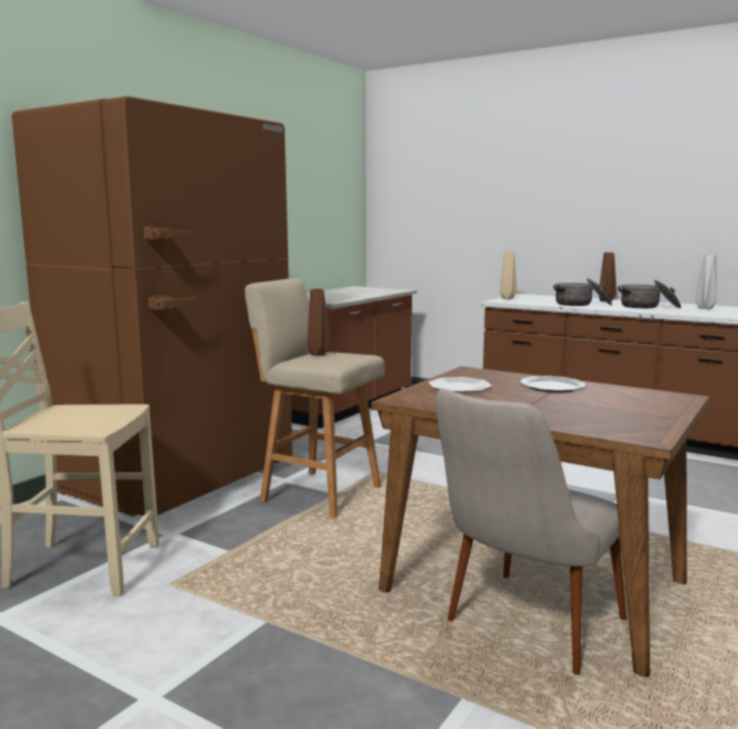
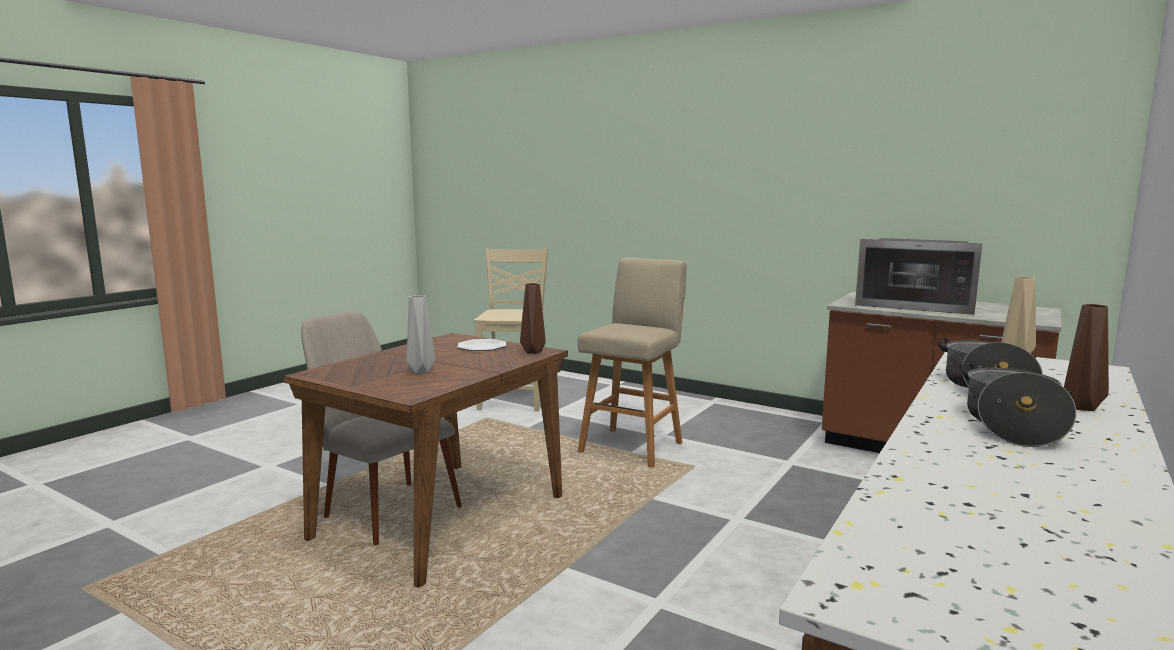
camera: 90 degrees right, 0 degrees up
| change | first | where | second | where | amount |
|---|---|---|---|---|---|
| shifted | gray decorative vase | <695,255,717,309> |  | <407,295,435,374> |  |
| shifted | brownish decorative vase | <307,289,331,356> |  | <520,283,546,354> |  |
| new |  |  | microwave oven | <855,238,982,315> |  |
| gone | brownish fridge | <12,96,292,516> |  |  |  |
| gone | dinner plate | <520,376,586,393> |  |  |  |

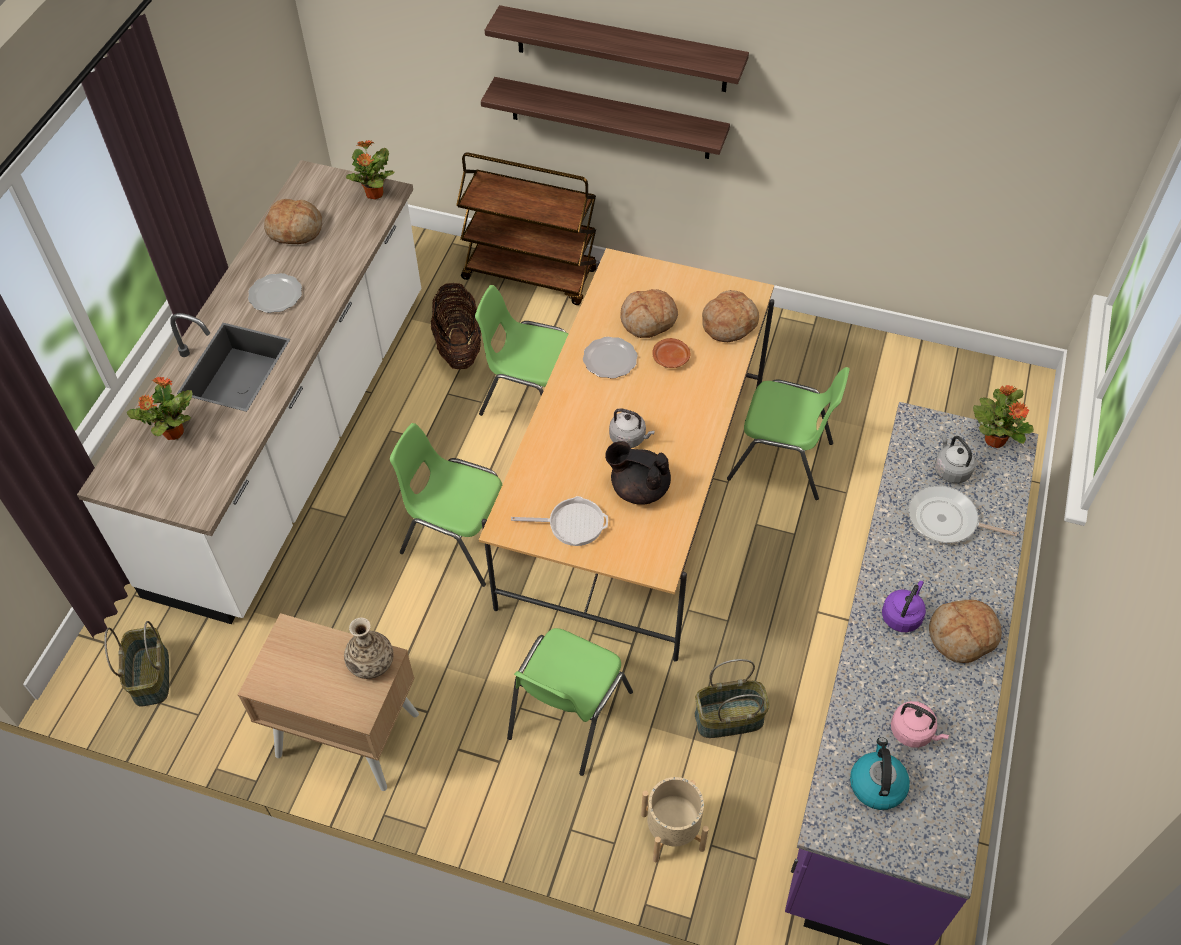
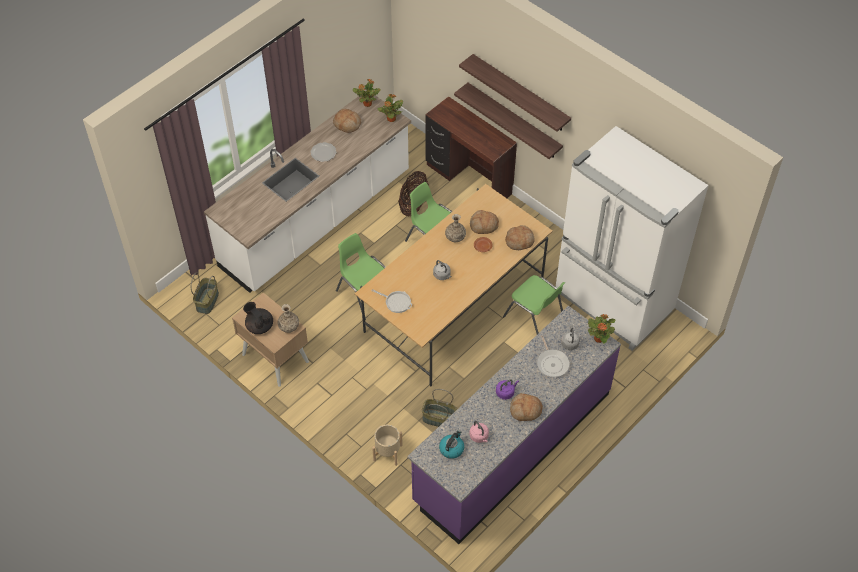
camera: 25 degrees right, 0 degrees up
| change | first | where | second | where | amount |
|---|---|---|---|---|---|
| shifted | black teapot | <605,441,671,505> |  | <243,302,273,334> |  |
| shifted | houseplant | <127,377,192,440> |  | <353,79,380,107> |  |
| swapped | brownish cart | <456,152,596,305> | brownish desk | <425,96,517,198> |  |
| swapped | dinner plate | <583,337,638,379> | decorative vase | <445,214,466,242> |  |
| rotated | pan | <908,485,1017,543> |  | <537,336,570,377> | 150 degrees counterclockwise |
| new |  |  | white fridge | <556,126,708,351> |  |
| gone | green-coloured chair | <507,628,633,776> |  |  |  |

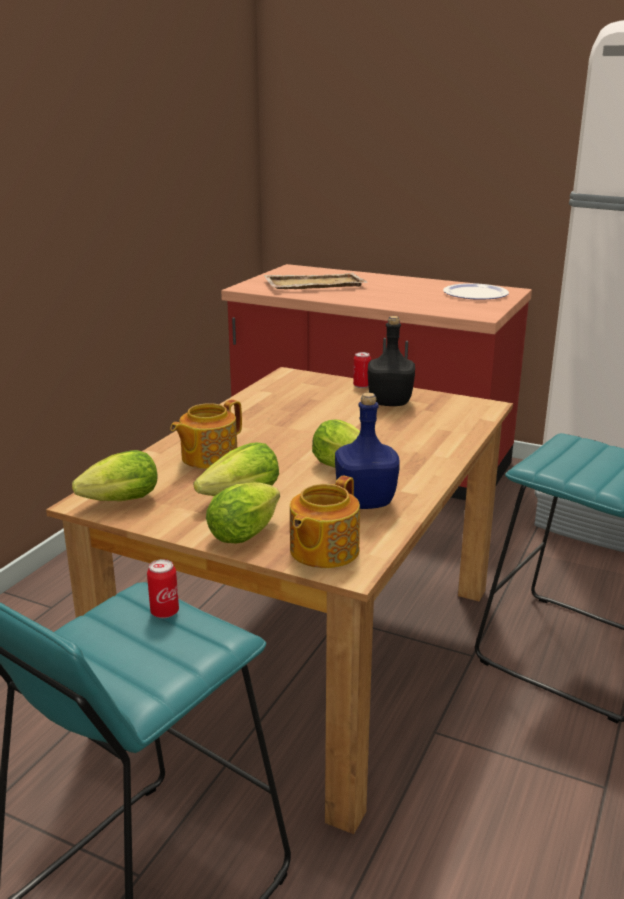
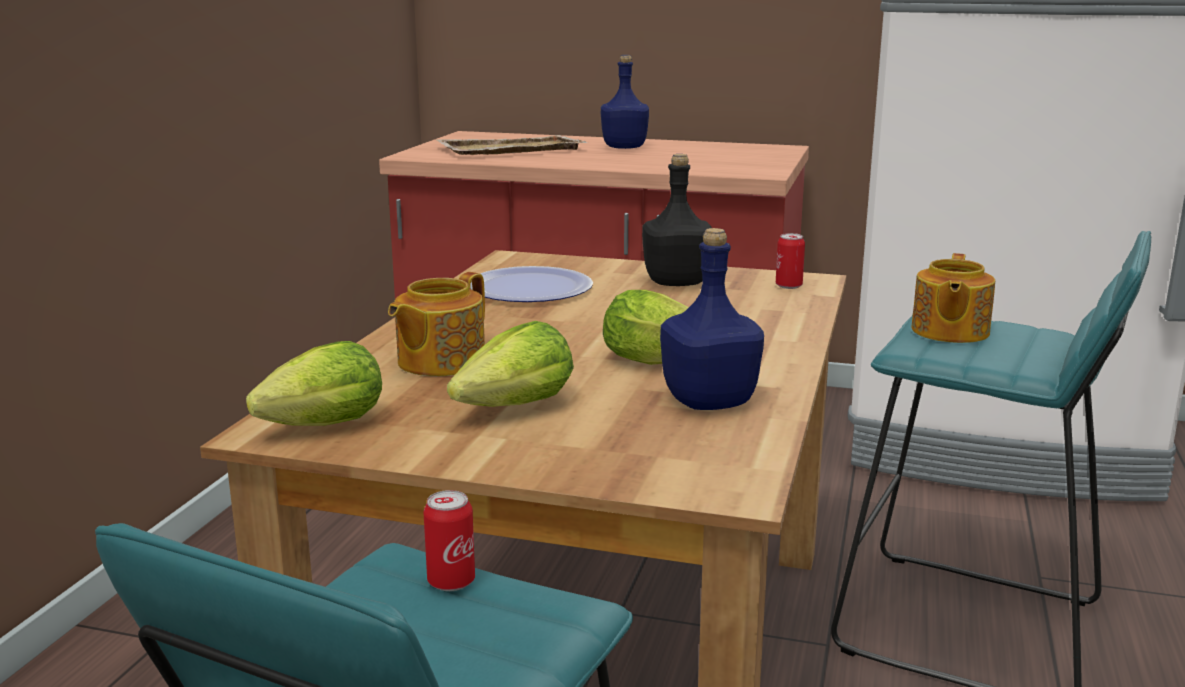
camera: 10 degrees left, 5 degrees down
| change | first | where | second | where | amount |
|---|---|---|---|---|---|
| shifted | dinner plate | <443,283,509,300> |  | <470,266,593,302> |  |
| new |  |  | blue beverage bottle | <601,55,649,149> |  |
| shifted | metal can | <353,352,371,388> |  | <776,233,805,289> |  |
| shifted | teapot | <290,476,360,568> |  | <912,253,995,343> |  |
| gone | lettuce head | <206,482,280,543> |  |  |  |

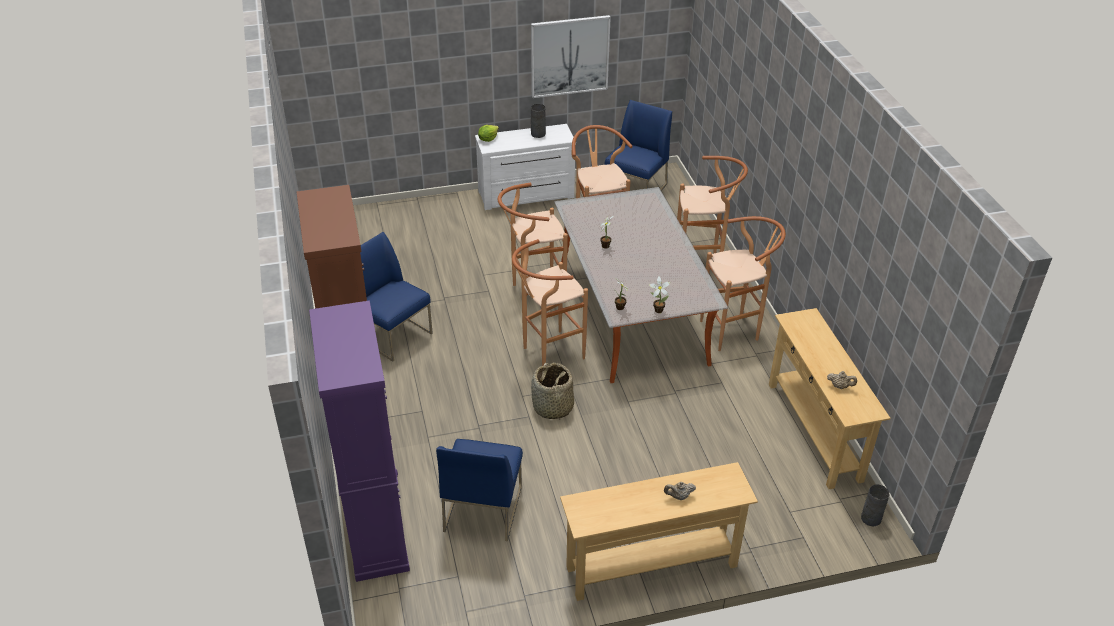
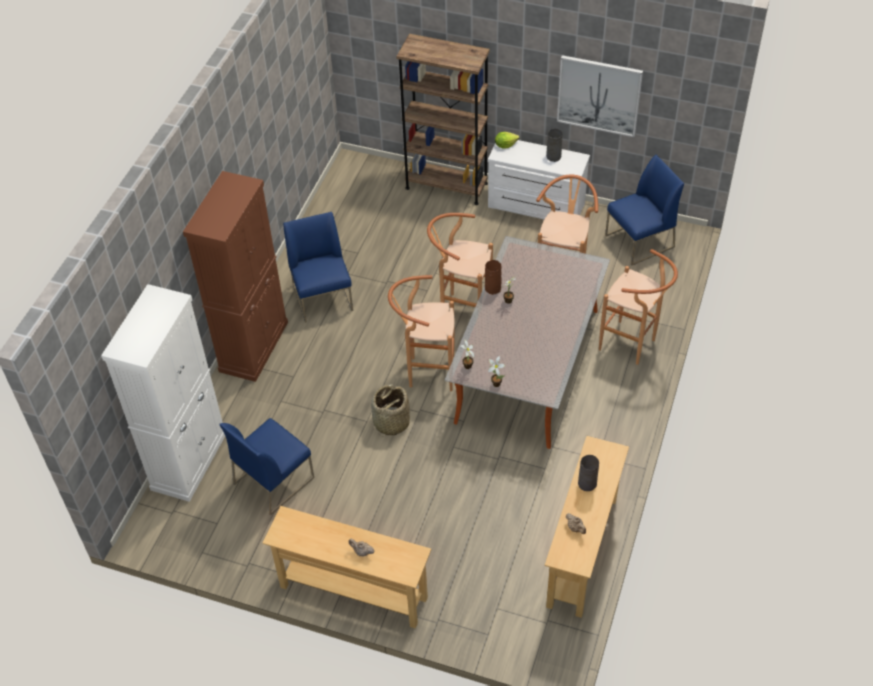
camera: 35 degrees right, 10 degrees up
| change | first | where | second | where | amount |
|---|---|---|---|---|---|
| repainted | purplish cupboard | <309,300,410,582> | white cupboard | <101,284,225,502> |  |
| new |  |  | brownish bookshelf | <396,34,490,205> |  |
| new |  |  | brownish decorative vase | <485,260,501,295> |  |
| shifted | gray decorative vase | <861,484,890,526> |  | <578,455,599,491> |  |
| gone | brownish stool | <700,216,786,351> |  |  |  |

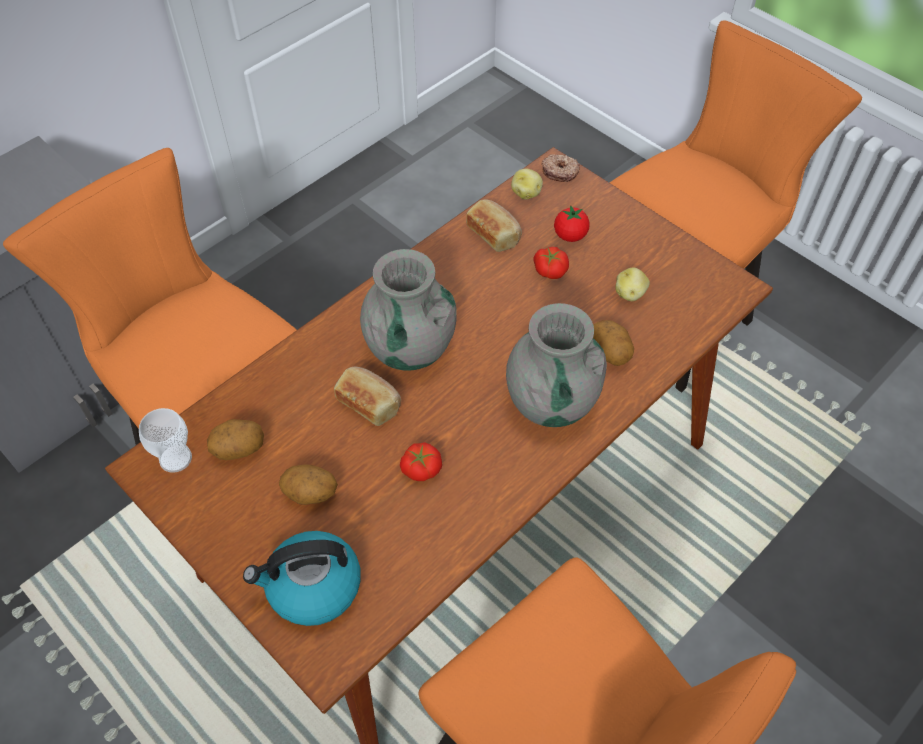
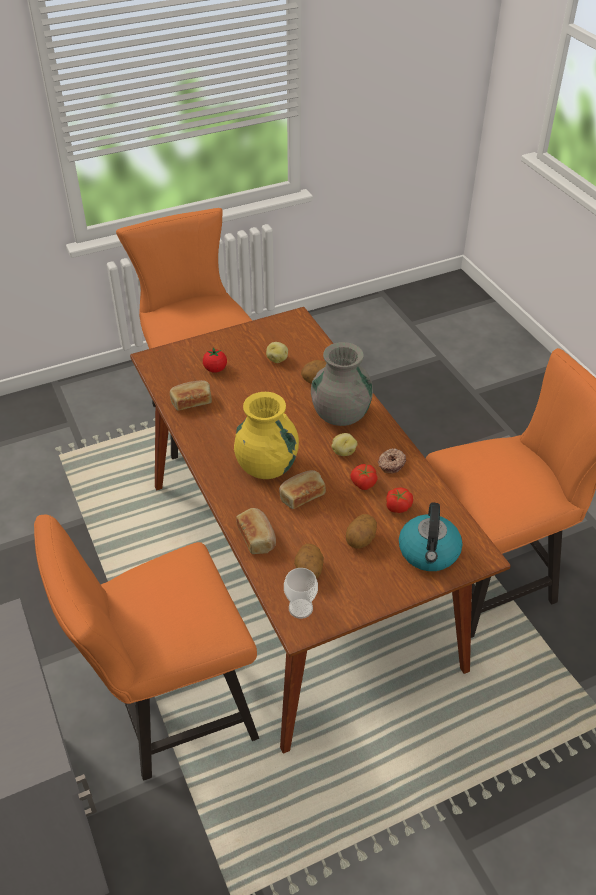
camera: 70 degrees left, 10 degrees down
| change | first | where | second | where | amount |
|---|---|---|---|---|---|
| repainted | gray decorative vase | <360,249,457,370> | yellowish decorative vase | <234,392,299,479> |  |
| new |  |  | bread | <236,508,276,554> |  |
| shifted | spud | <511,169,543,199> |  | <331,433,357,456> |  |
| shifted | ring doughnut | <541,154,580,182> |  | <378,448,406,474> |  |
| shifted | whole tomato | <533,247,569,279> |  | <386,487,413,513> |  |

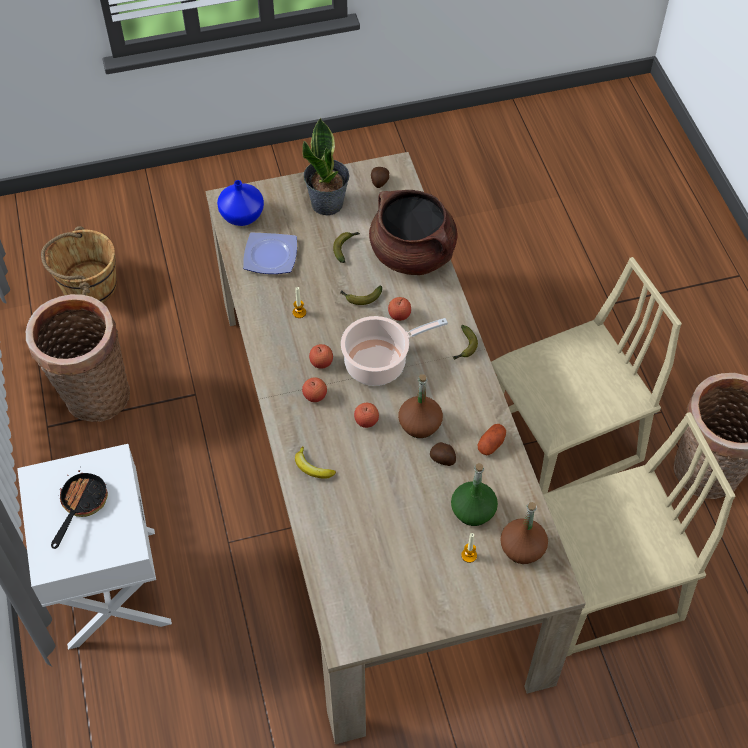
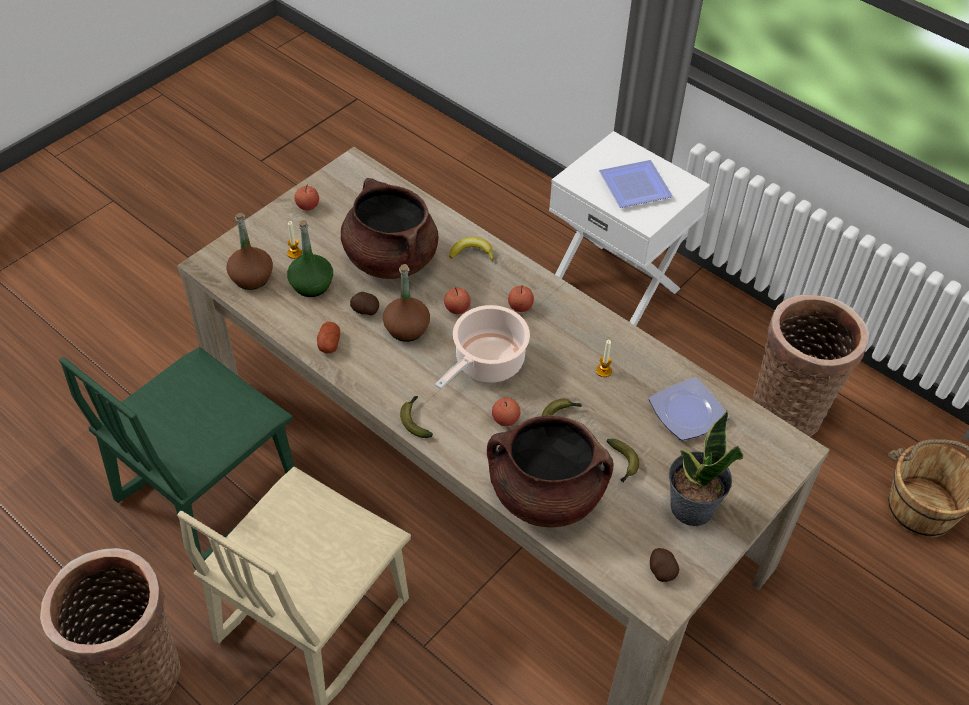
camera: 145 degrees right, 5 degrees down
| change | first | where | second | where | amount |
|---|---|---|---|---|---|
| repainted | beige chair | <543,412,736,657> | green-coloured chair | <59,347,295,569> |  |
| shifted | apple fruit | <309,344,333,369> |  | <295,185,319,211> |  |
| new |  |  | brownish cooking pot | <341,178,438,279> |  |
| swapped | pan | <51,470,108,549> | dinner plate | <599,160,673,208> |  |
| gone | blue decorative vase | <217,180,264,226> |  |  |  |

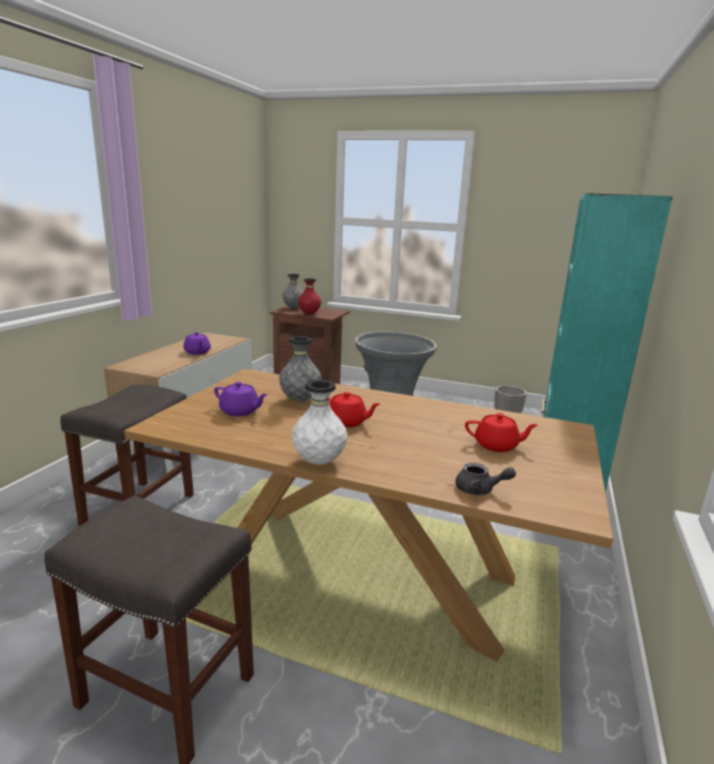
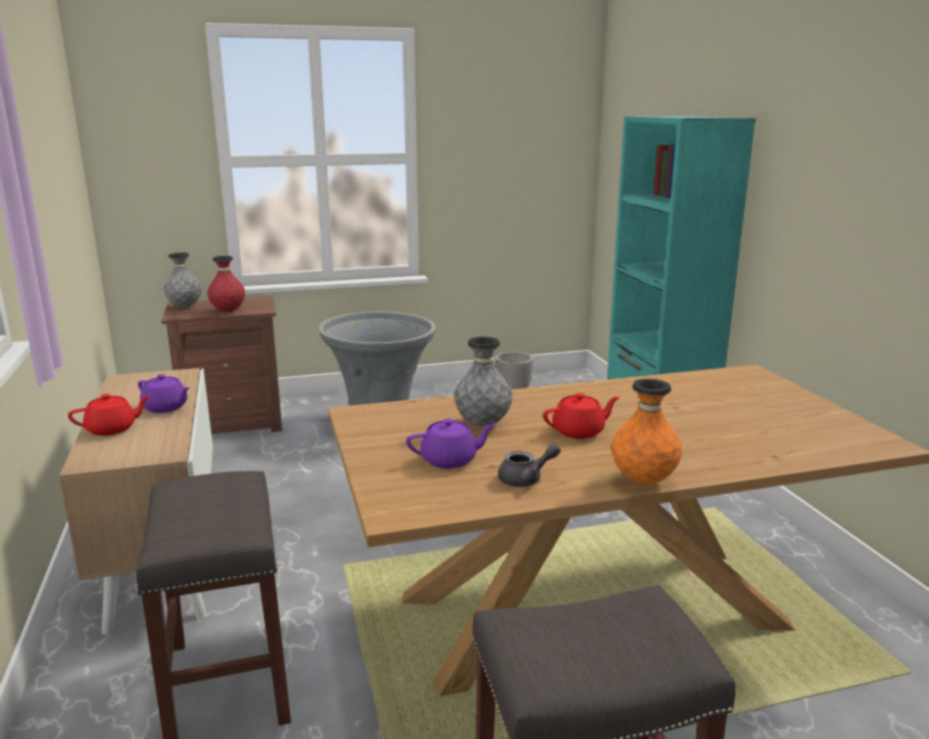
camera: 35 degrees left, 0 degrees up
| change | first | where | second | where | amount |
|---|---|---|---|---|---|
| shifted | red-coloured teapot | <465,413,538,452> |  | <68,394,150,436> |  |
| shifted | gray teapot | <455,463,516,495> |  | <498,443,561,487> |  |
| repainted | white decorative vase | <292,380,347,465> | orange decorative vase | <611,379,682,484> |  |

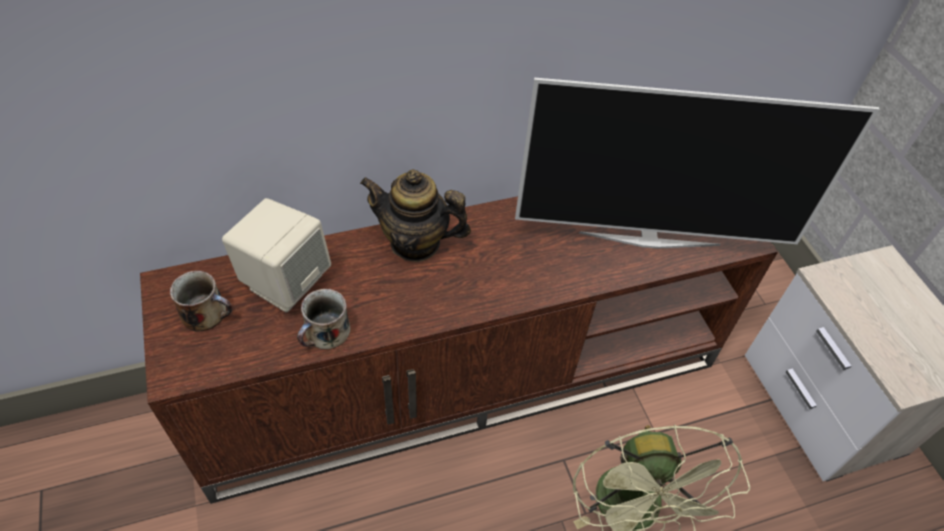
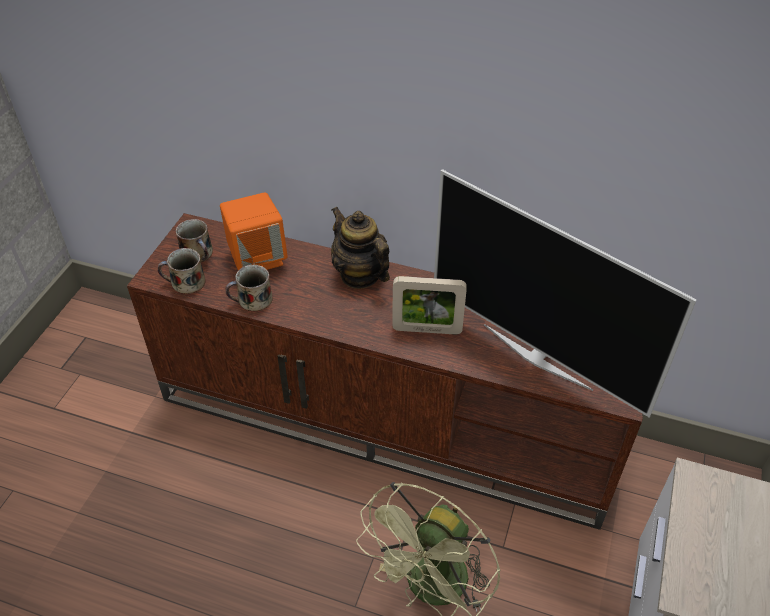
camera: 40 degrees right, 5 degrees down
| change | first | where | second | where | amount |
|---|---|---|---|---|---|
| new |  |  | tea mug | <158,248,206,294> |  |
| repainted | beige audio speaker | <222,198,331,312> | orange audio speaker | <220,192,288,270> |  |
| new |  |  | picture frame | <392,276,467,334> |  |

